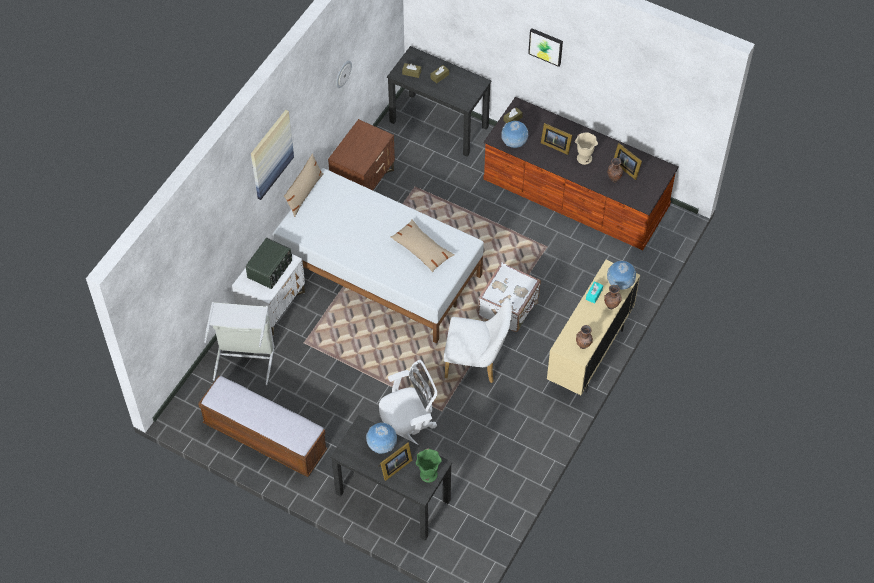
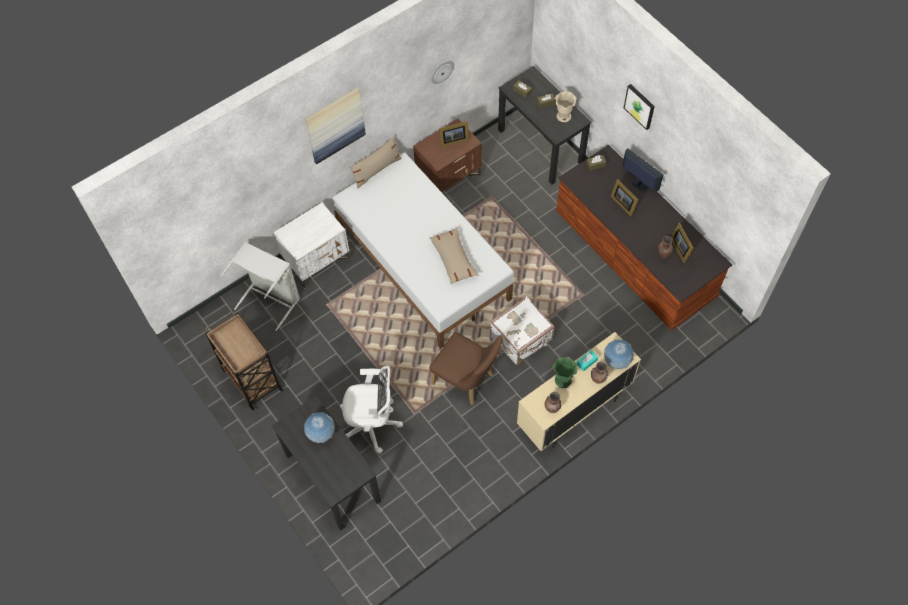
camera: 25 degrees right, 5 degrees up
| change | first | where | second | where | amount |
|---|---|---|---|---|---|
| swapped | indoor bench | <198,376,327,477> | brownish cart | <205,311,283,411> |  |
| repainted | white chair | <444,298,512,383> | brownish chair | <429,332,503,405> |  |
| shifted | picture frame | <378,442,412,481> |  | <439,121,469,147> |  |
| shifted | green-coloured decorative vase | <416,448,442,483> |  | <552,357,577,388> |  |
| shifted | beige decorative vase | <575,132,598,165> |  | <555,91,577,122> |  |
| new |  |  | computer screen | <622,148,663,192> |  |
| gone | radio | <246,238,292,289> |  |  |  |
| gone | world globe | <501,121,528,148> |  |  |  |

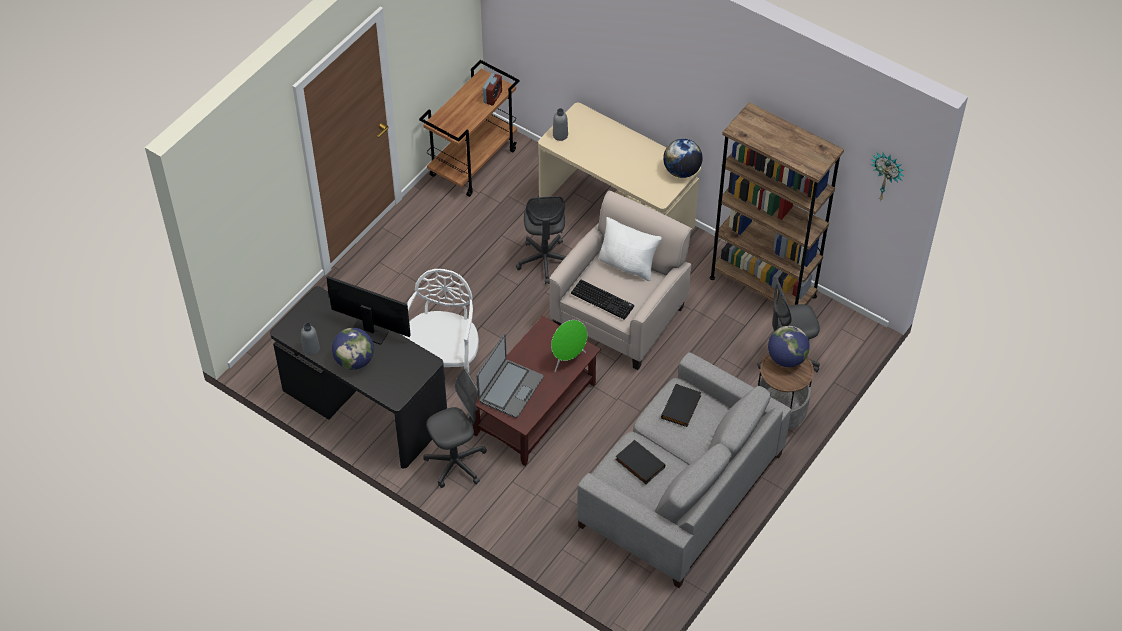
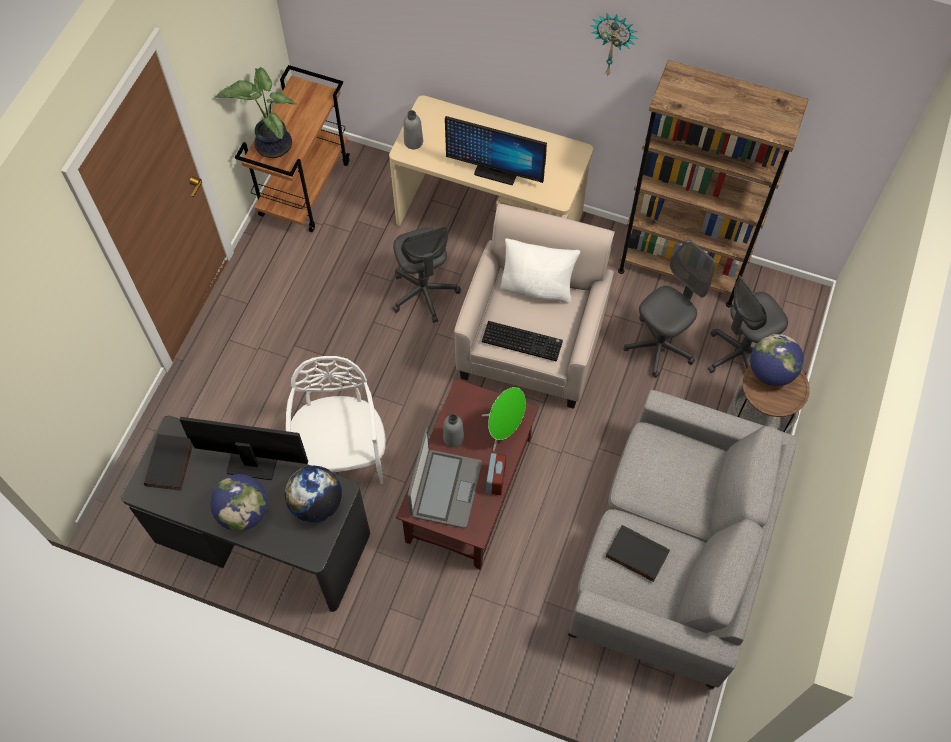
camera: 15 degrees left, 10 degrees up
| change | first | where | second | where | amount |
|---|---|---|---|---|---|
| shifted | black bound book | <661,384,701,427> |  | <144,434,193,491> |  |
| new |  |  | houseplant | <215,67,297,158> |  |
| shifted | world globe | <663,139,703,178> |  | <285,466,342,523> |  |
| shifted | gray beverage bottle | <301,323,320,356> |  | <443,414,464,447> |  |
| new |  |  | computer screen | <445,116,547,185> |  |
| shifted | alarm clock | <483,73,502,106> |  | <486,453,506,495> |  |
| shifted | clock on the wall | <870,153,904,201> |  | <590,13,638,76> |  |
| shifted | gray computer chair | <423,369,487,488> |  | <623,240,716,378> |  |

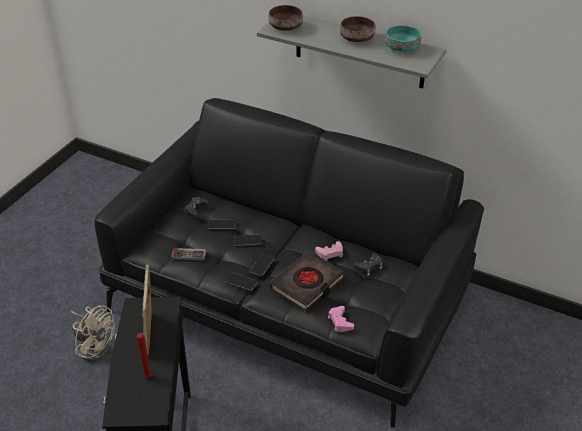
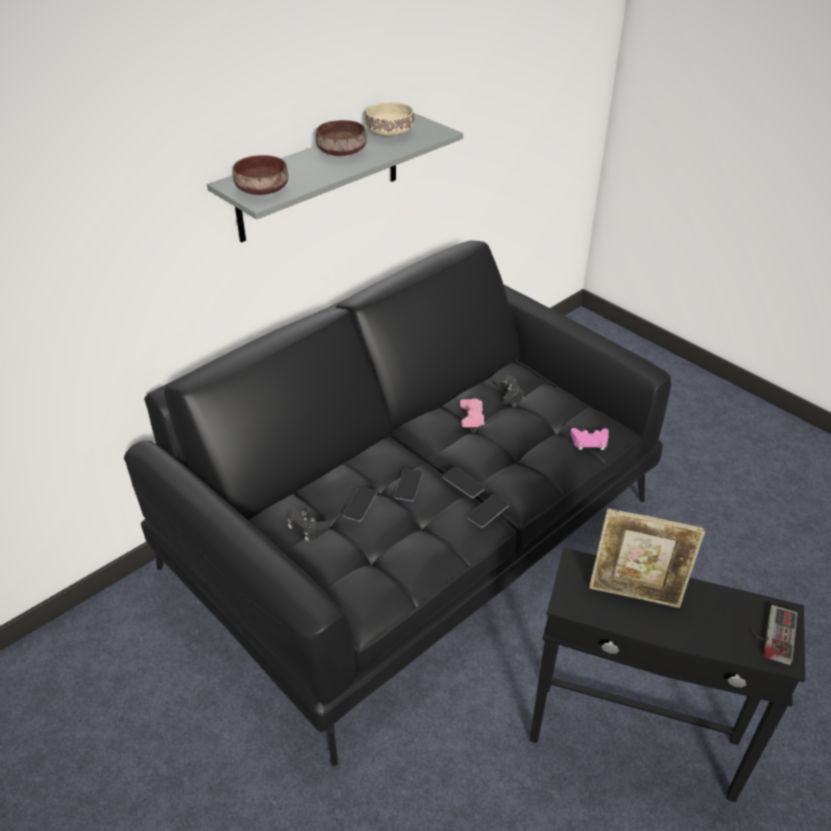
camera: 70 degrees left, 0 degrees up
| change | first | where | second | where | amount |
|---|---|---|---|---|---|
| repainted | turquoise bowl | <385,25,421,52> | beige bowl | <366,102,414,136> |  |
| shifted | game controller | <171,245,206,261> |  | <750,605,798,665> |  |
| gone | beige fan | <71,305,115,362> |  |  |  |
| gone | red-coloured wax light | <137,333,152,378> |  |  |  |
| gone | black bound book | <269,251,345,311> |  |  |  |

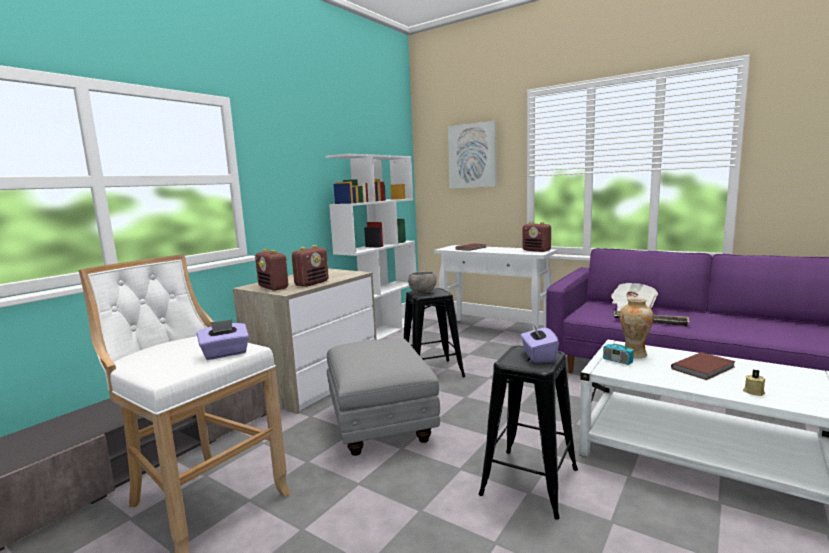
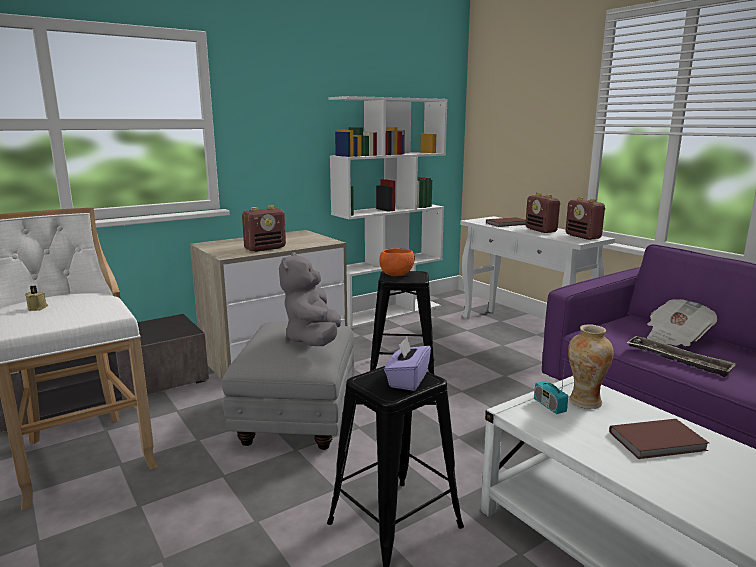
camera: 20 degrees right, 5 degrees up
| change | first | where | second | where | amount |
|---|---|---|---|---|---|
| shifted | beige wax light | <743,369,765,396> |  | <25,286,48,311> |  |
| new |  |  | gray cuddly toy | <279,252,341,346> |  |
| repainted | gray bowl | <408,271,437,294> | orange bowl | <379,248,415,276> |  |
| shifted | radio | <255,249,288,291> |  | <526,193,561,233> |  |
| gone | purplish tissue box | <197,319,249,360> |  |  |  |
| gone | picture | <448,121,497,188> |  |  |  |

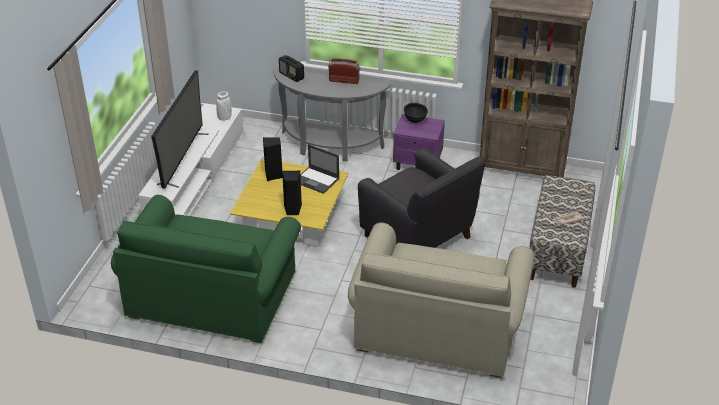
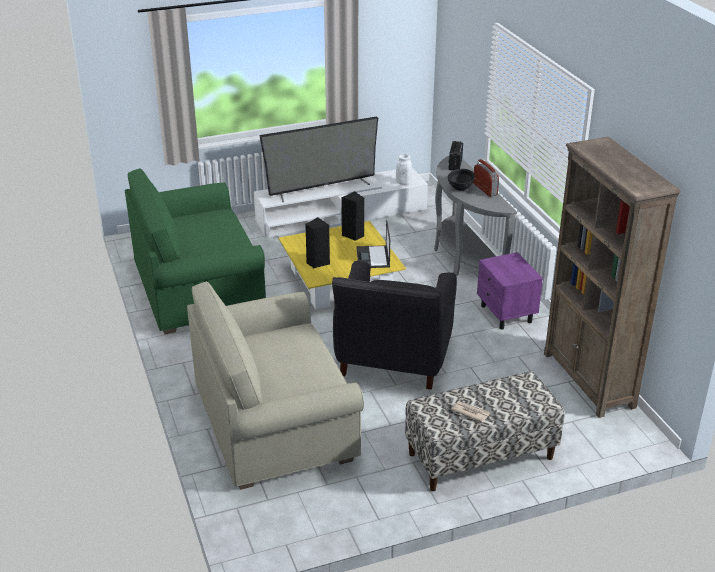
camera: 55 degrees right, 5 degrees down
| change | first | where | second | where | amount |
|---|---|---|---|---|---|
| shifted | black bowl | <404,103,428,123> |  | <448,169,475,191> |  |

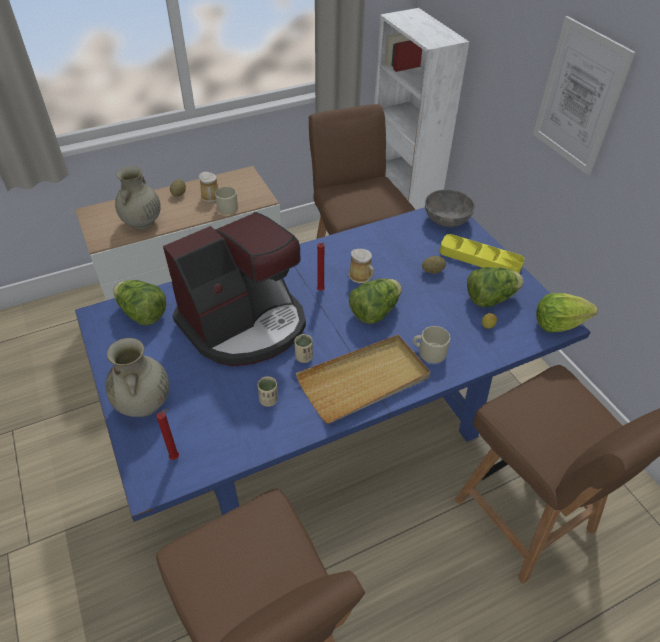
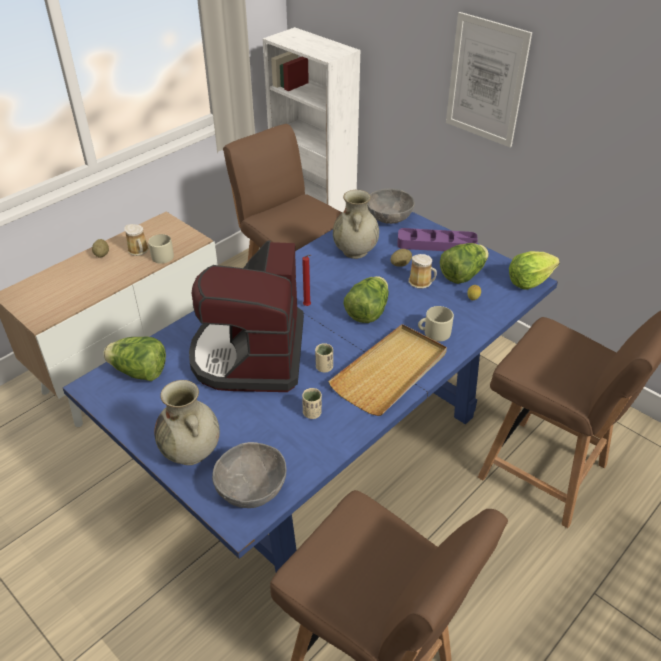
camera: 20 degrees left, 5 degrees down
| change | first | where | second | where | amount |
|---|---|---|---|---|---|
| rotated | coffee machine | <163,212,306,366> |  | <189,240,304,392> | 150 degrees clockwise |
| swapped | red-coloured wax light | <156,409,179,460> | gray bowl | <212,442,287,508> |  |
| shifted | beige decorative vase | <115,166,161,230> |  | <333,190,379,259> |  |
| repainted | yellowish carrying tray | <440,234,525,273> | purplish carrying tray | <397,228,478,251> |  |
| shifted | tea mug | <349,249,374,283> |  | <409,254,437,289> |  |

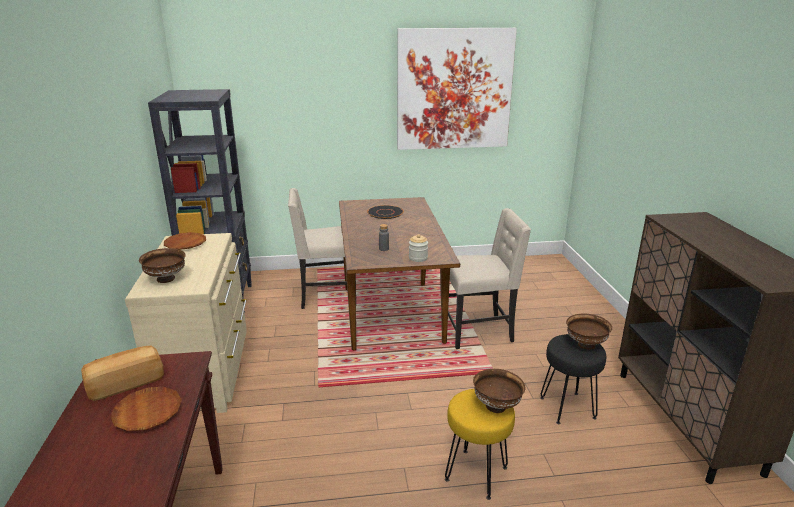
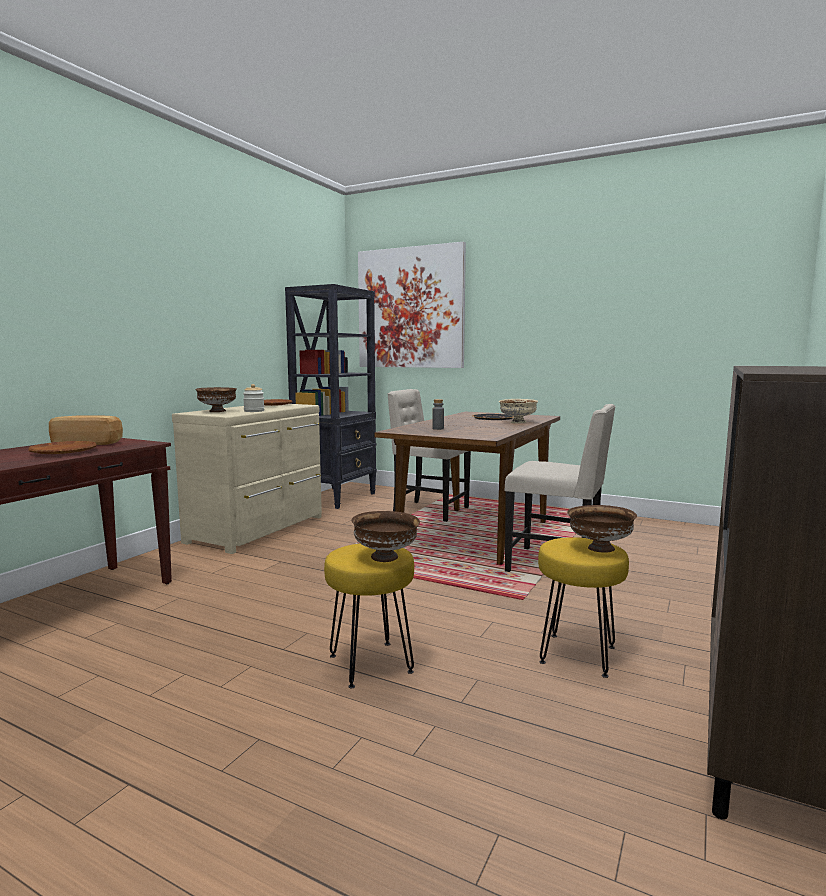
camera: 35 degrees right, 15 degrees down
| change | first | where | second | where | amount |
|---|---|---|---|---|---|
| shifted | jar | <409,234,428,262> |  | <243,384,264,412> |  |
| shifted | picture | <397,28,517,150> |  | <358,242,466,368> |  |
| new |  |  | beige bowl | <499,399,538,423> |  |
| repainted | black stool | <540,334,606,424> | yellowish stool | <538,537,629,678> |  |

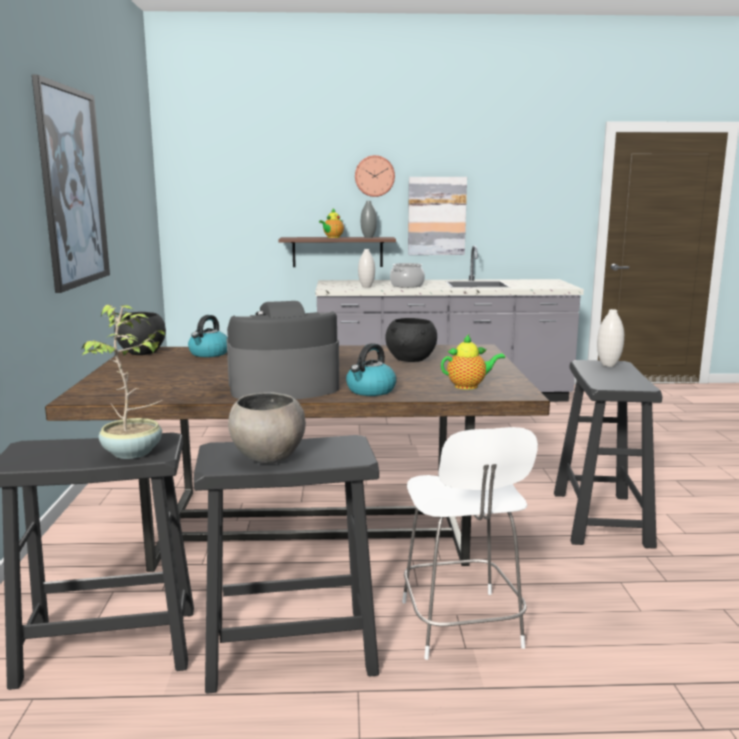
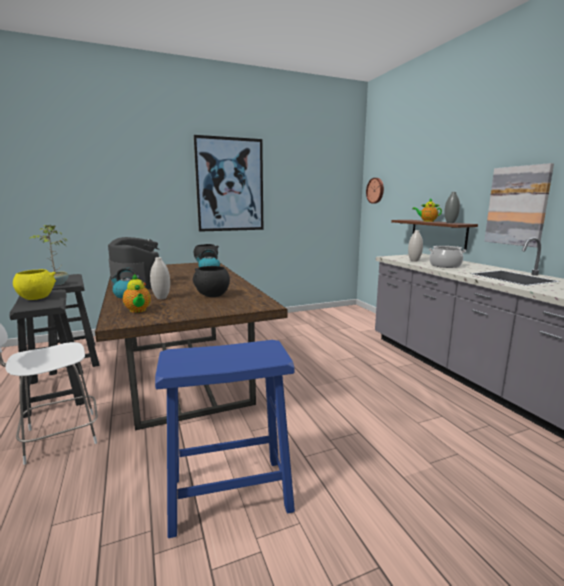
camera: 70 degrees right, 0 degrees up
| change | first | where | second | where | amount |
|---|---|---|---|---|---|
| repainted | gray bowl | <228,392,306,464> | yellowish bowl | <13,269,56,300> |  |
| shifted | white decorative vase | <597,309,624,367> |  | <150,257,170,299> |  |
| repainted | black stool | <554,360,662,549> | blue stool | <155,340,295,538> |  |
| shifted | clock on the wall | <355,155,395,197> |  | <366,178,384,204> |  |

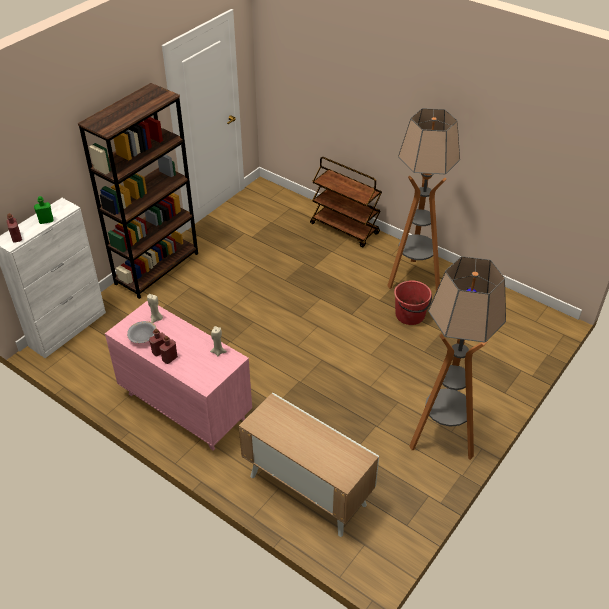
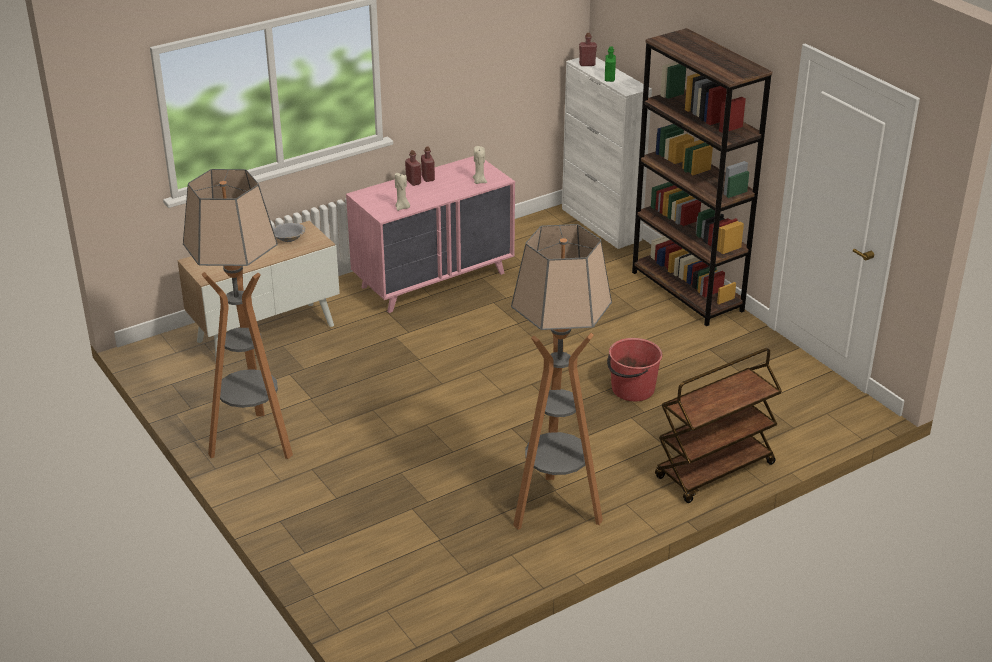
camera: 110 degrees right, 10 degrees down
| change | first | where | second | where | amount |
|---|---|---|---|---|---|
| shifted | gray bowl | <127,321,157,343> |  | <273,223,306,242> |  |
| shifted | red-coloured water bucket | <394,280,432,325> |  | <607,338,662,401> |  |

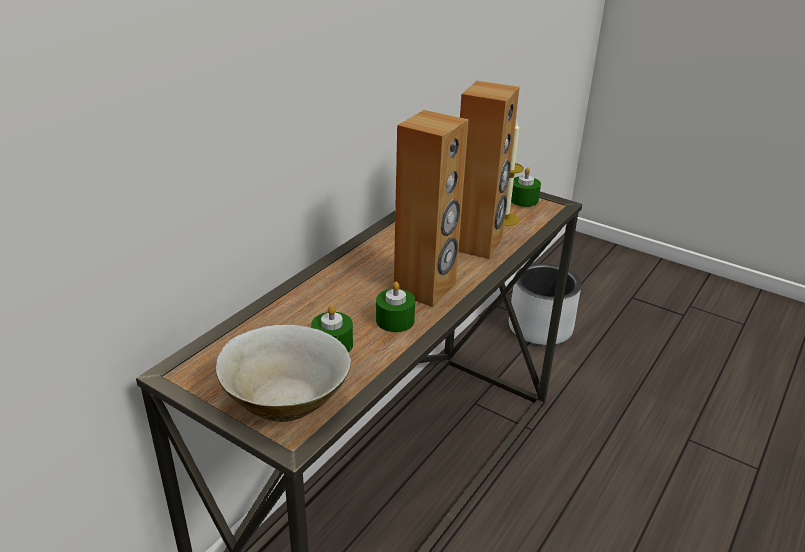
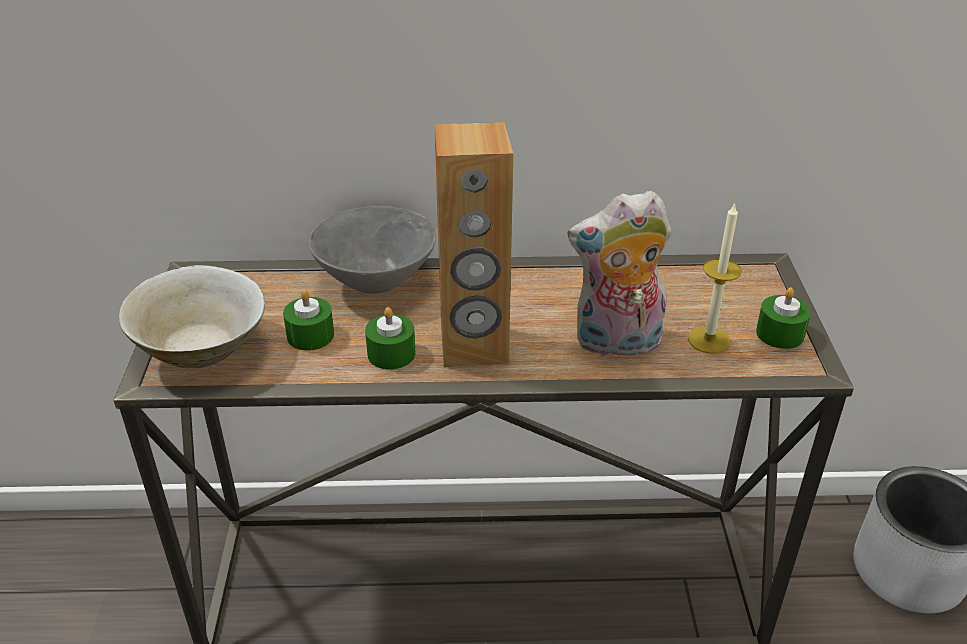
camera: 55 degrees right, 5 degrees up
| change | first | where | second | where | amount |
|---|---|---|---|---|---|
| new |  |  | gray bowl | <309,206,436,294> |  |
| swapped | brownish audio speaker | <458,81,520,259> | cuddly toy | <568,191,671,356> |  |

